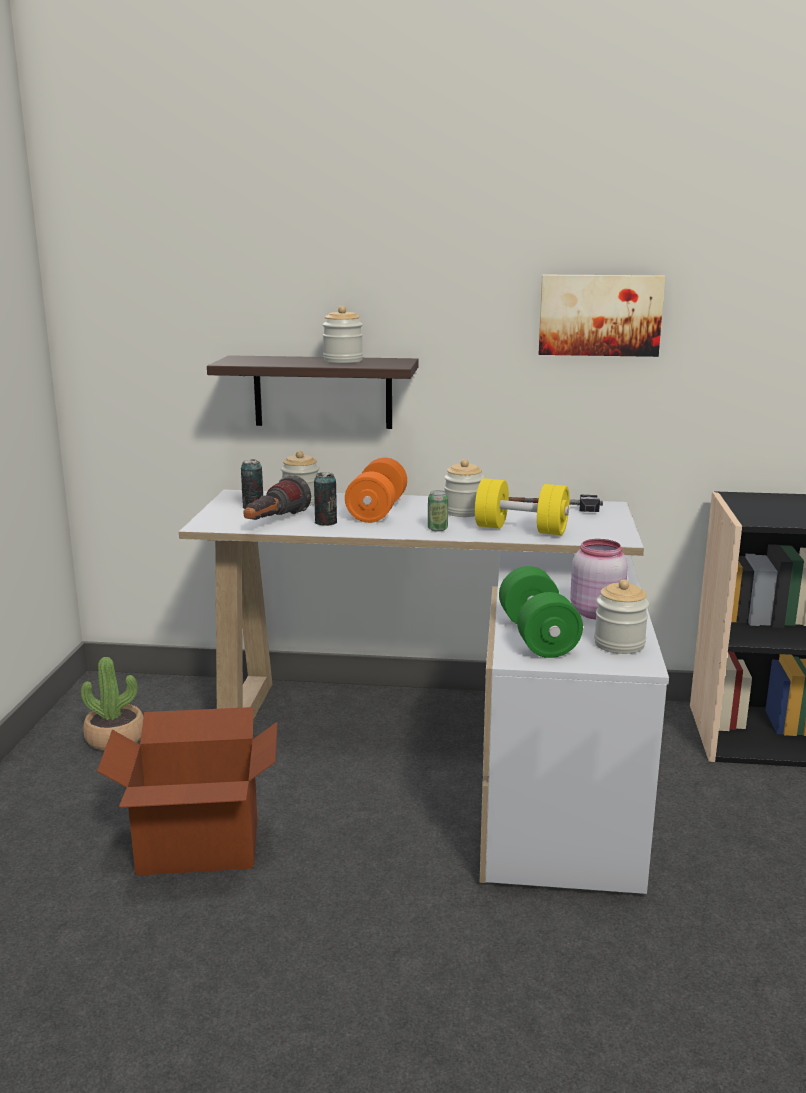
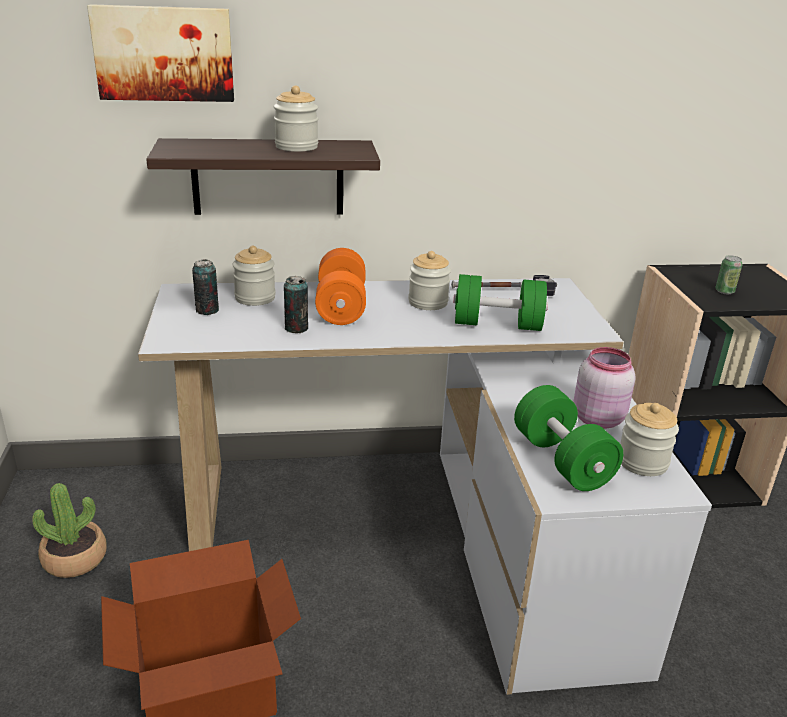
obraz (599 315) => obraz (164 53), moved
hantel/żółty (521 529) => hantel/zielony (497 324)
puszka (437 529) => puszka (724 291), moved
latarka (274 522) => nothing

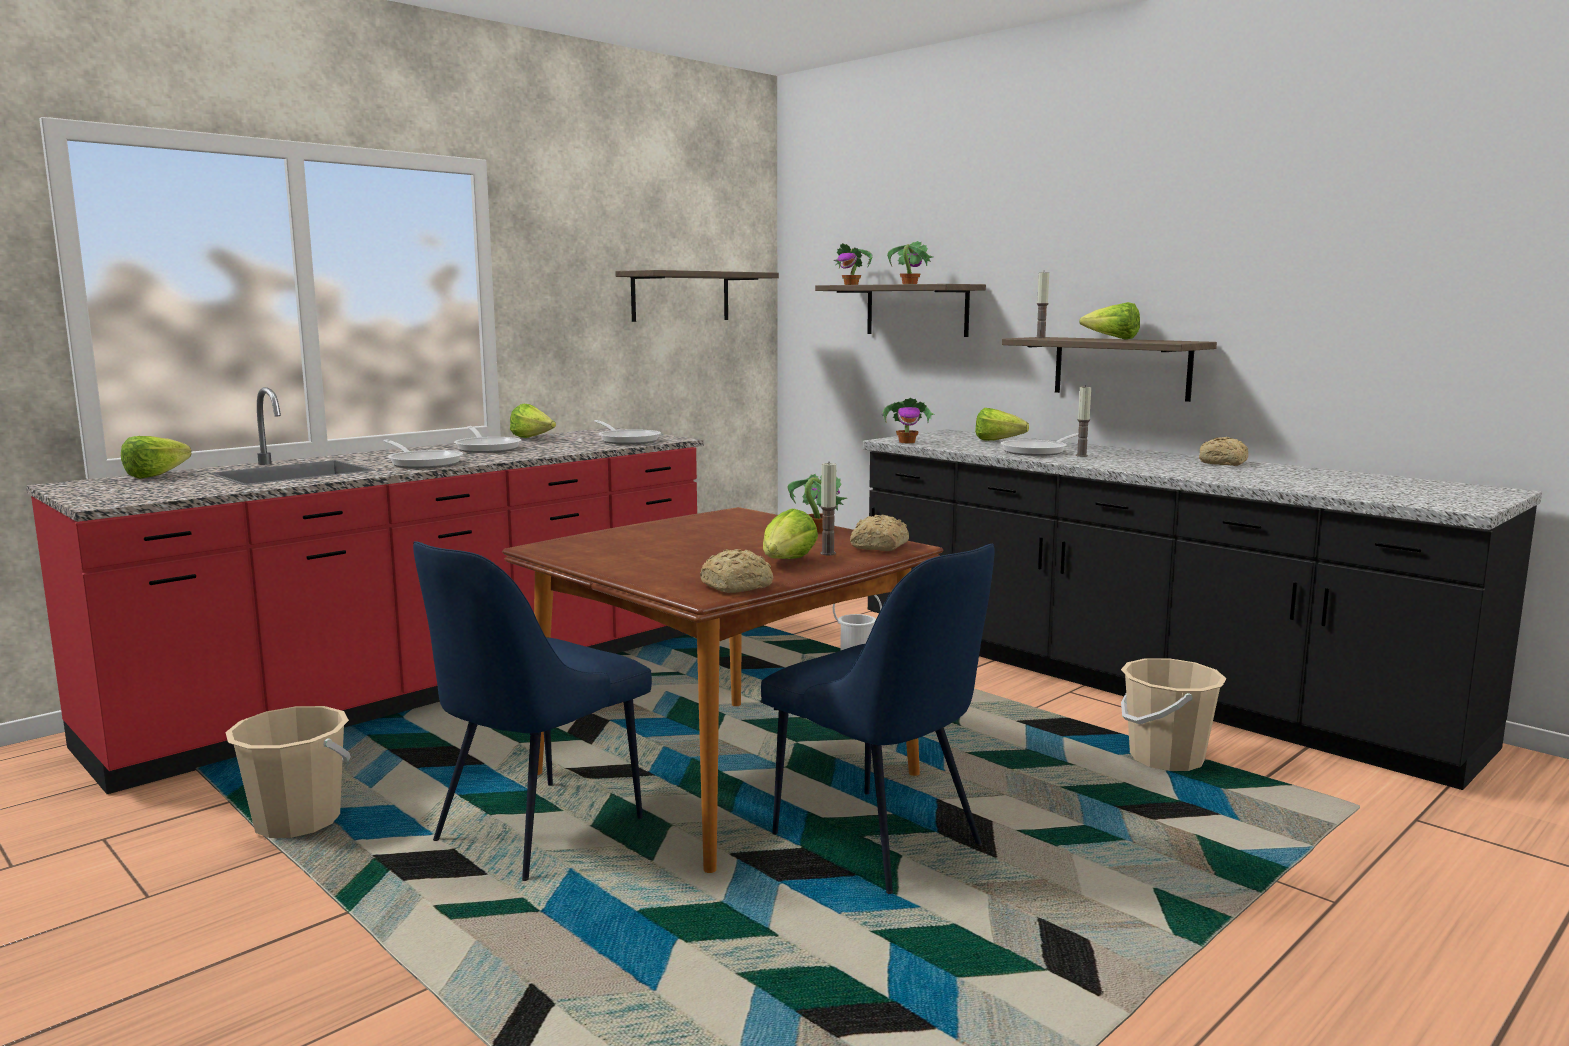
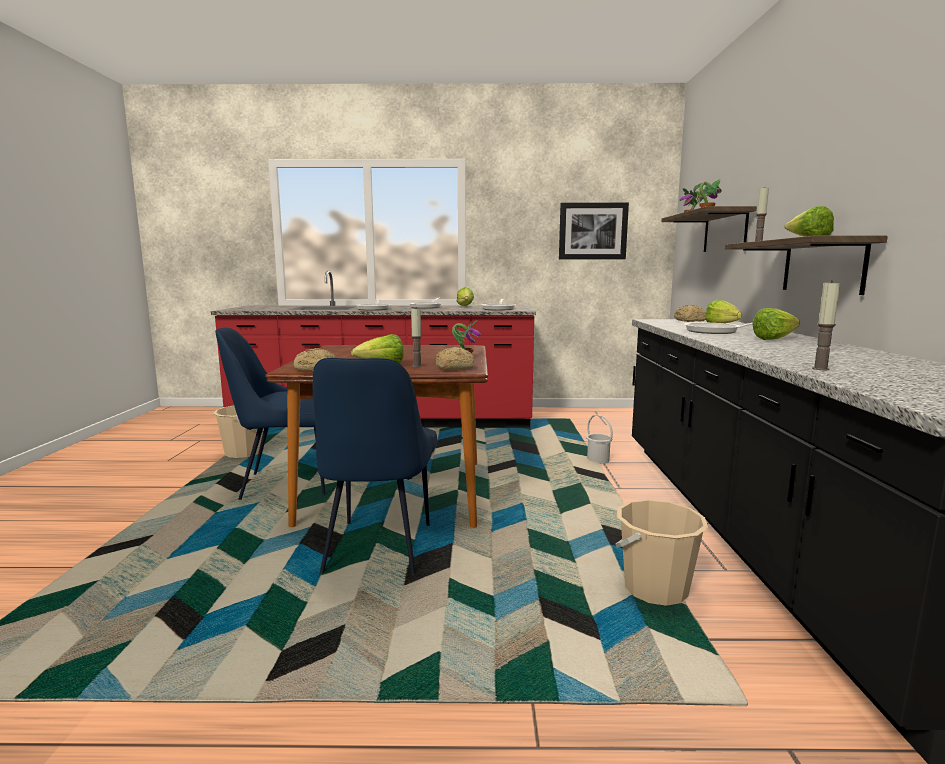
półka (680 296) => obraz (592 231)
chleb (1224 463) => chleb (690 321), moved
sałata (162 475) => sałata (778 339), moved
świeca (1081 455) => świeca (820 369), moved
roślina doniczkowa (907 442) => nothing

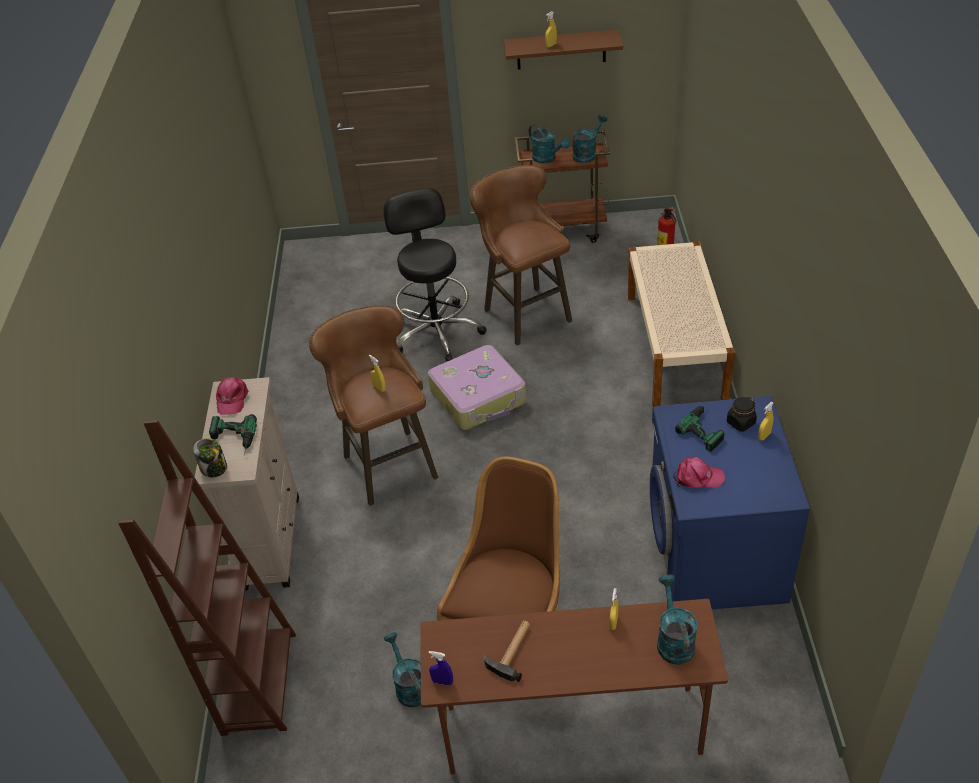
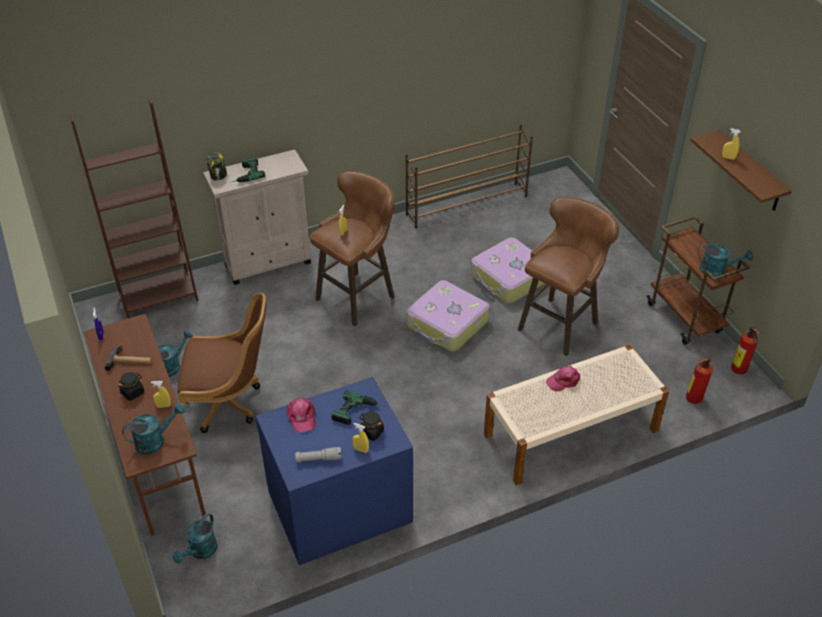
nothing => słoik/czarny (133 392)
konewka/turkusowy (547 158) => konewka/turkusowy (200 551), moved
nothing => latarka/szary (318 459)
nothing => regał na buty/brązowy (467 205)
stołek/czarny (436 331) => walizka (509 279)
czapka z daszkiem/różowy (232 399) => czapka z daszkiem/różowy (564 380), moved
nothing => gaśnica (739 371)

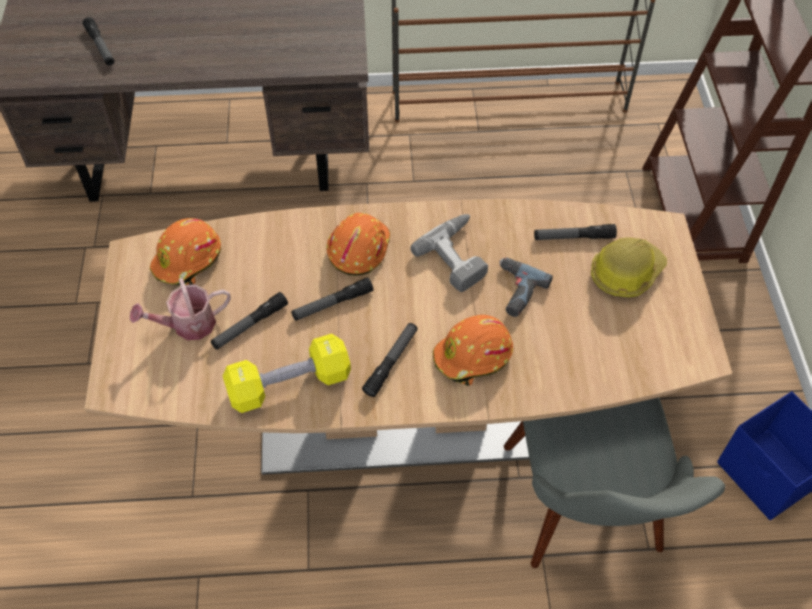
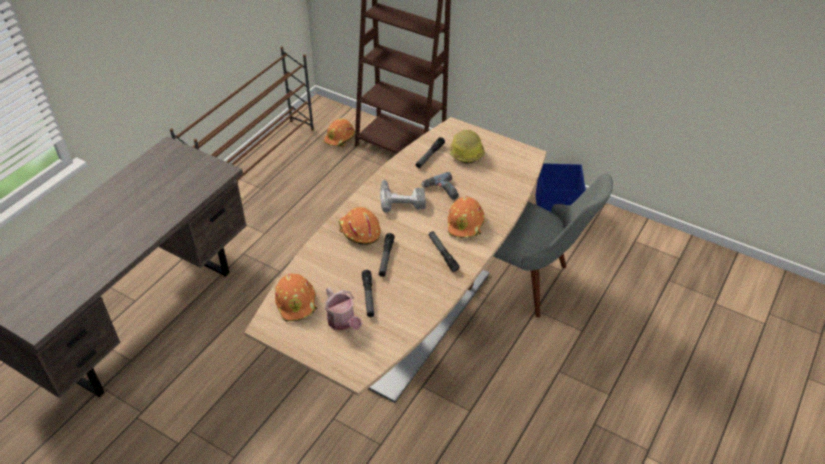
nothing => kask/pomarańczowy (340 138)
konewka (187 325) => konewka (343 322), 45 degrees counterclockwise
latarka (100 46) => nothing
hantel/żółty (289 384) => nothing

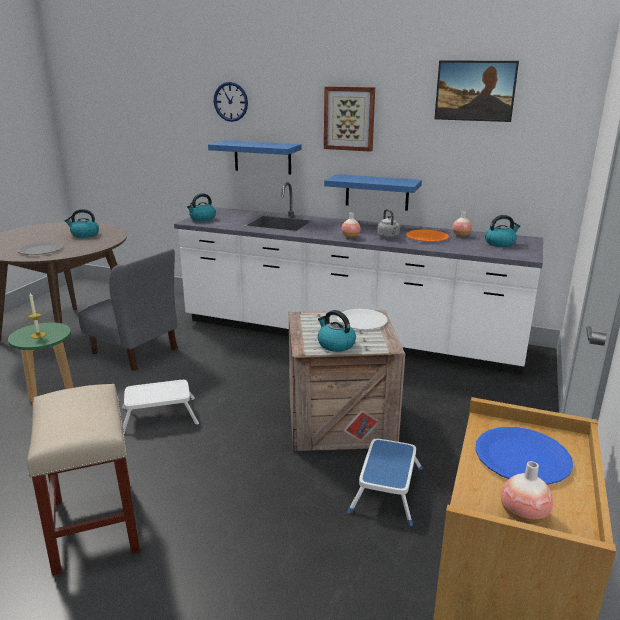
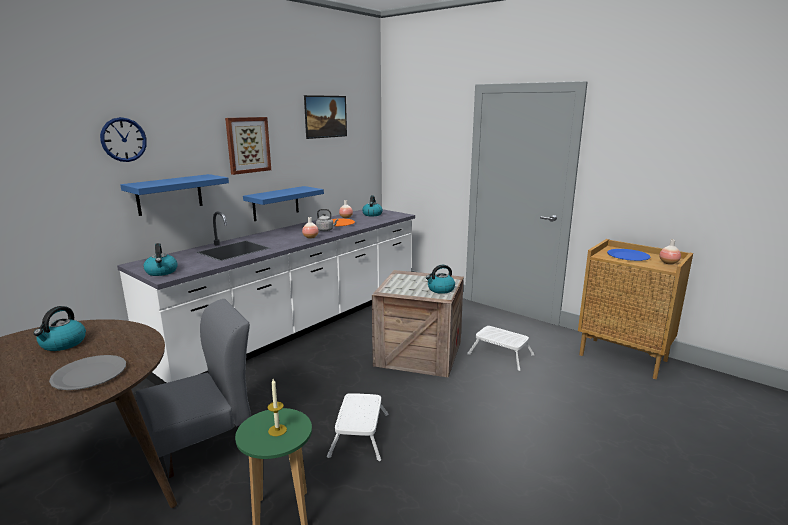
drabinka/niebieski (386 489) => drabinka/biały (500 354)
stołek/beżowy (95 526) => nothing
talerz/biały (362 321) => nothing

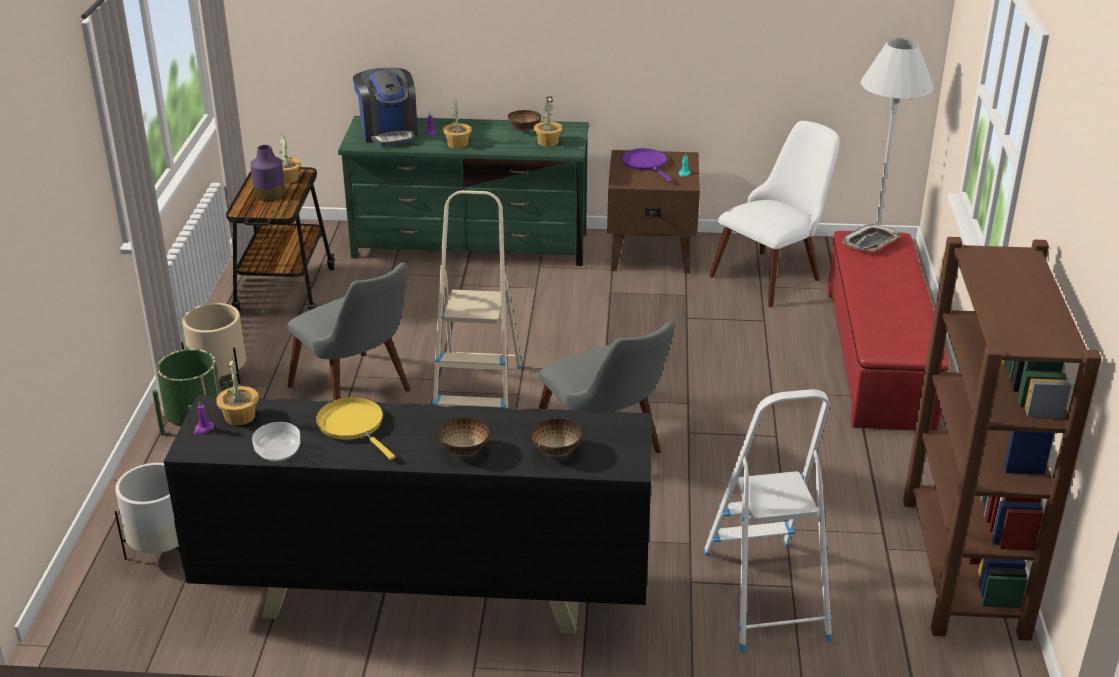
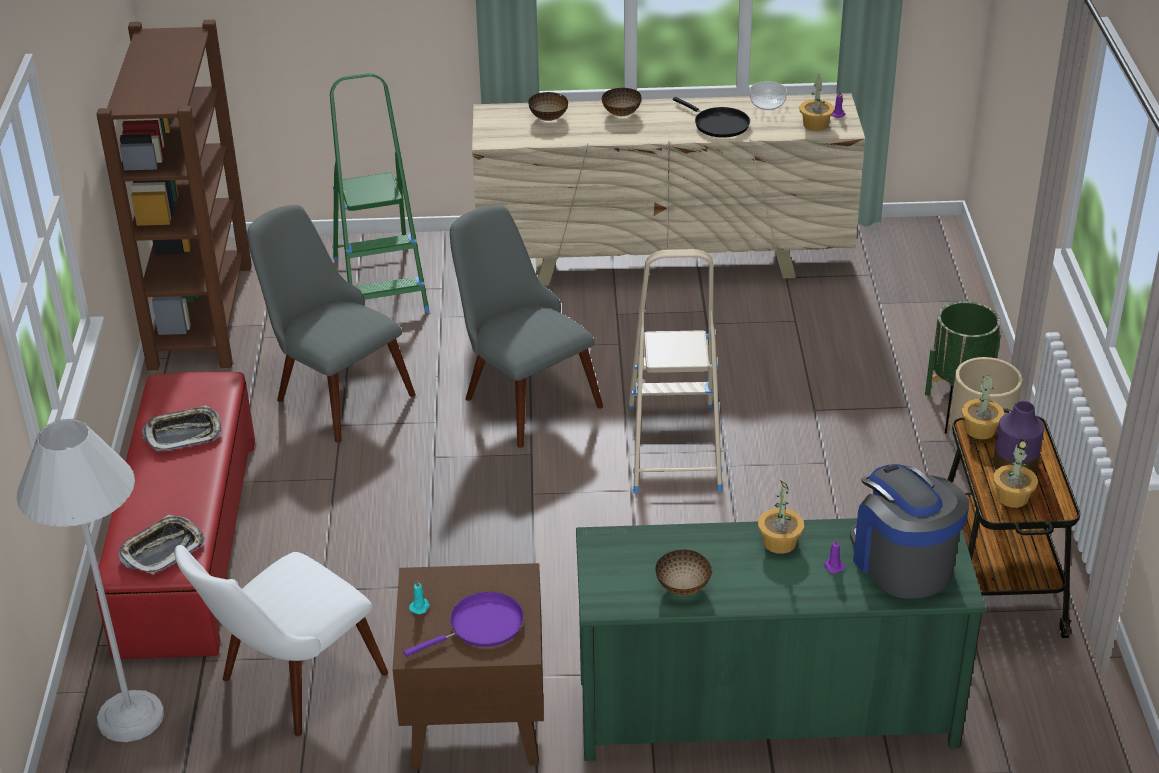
nothing => taca (183 433)
krzesło/szary (359 394) => krzesło/szary (333 391), moved
drabinka/biały (764 592) => drabinka/zielony (380 284)
patelnia/fioletowy (646 164) => patelnia/fioletowy (481 626), 90 degrees counterclockwise
szafka/czarny (422 595) => szafka/beżowy (665 263)
patelnia/żółty (353 425) => patelnia/czarny (718 124)
roślina doniczkowa (548 142) => roślina doniczkowa (980 430), moved
donica/biały (163 552) => nothing

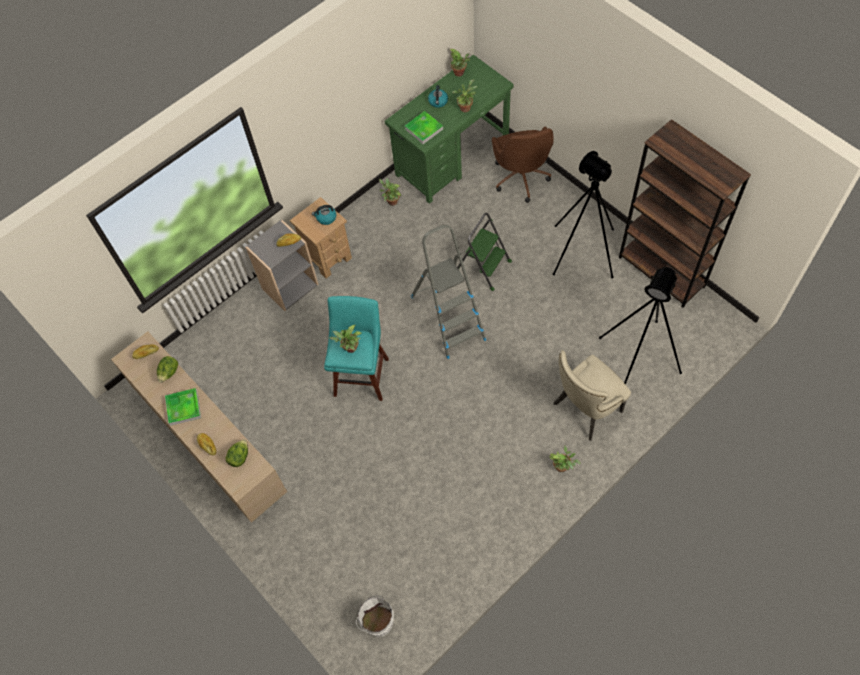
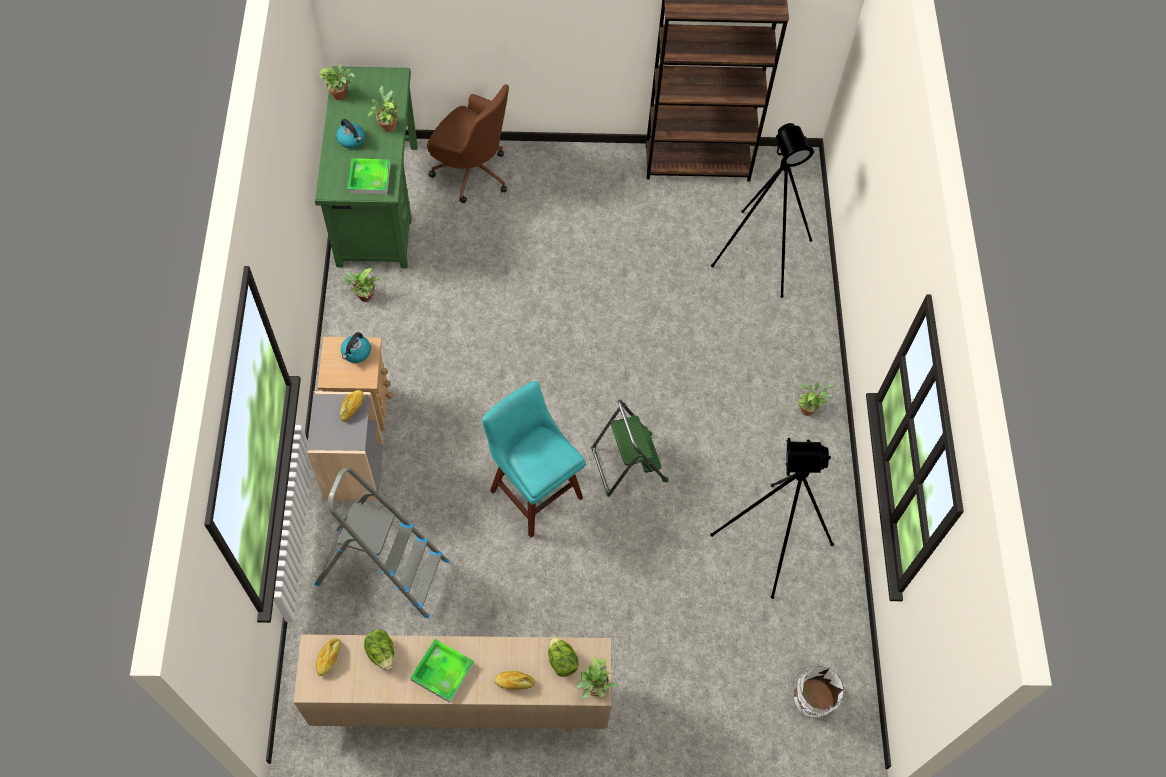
drabinka/szary (448 318) => drabinka/szary (383 572), moved
roślina doniczkowa (349 348) => roślina doniczkowa (594 689), moved
drabinka/zielony (481 265) => drabinka/zielony (626 464), moved
lampa stojąca/czarny (583 251) => lampa stojąca/czarny (771 540), moved
krzesło/beżowy (586 409) => nothing

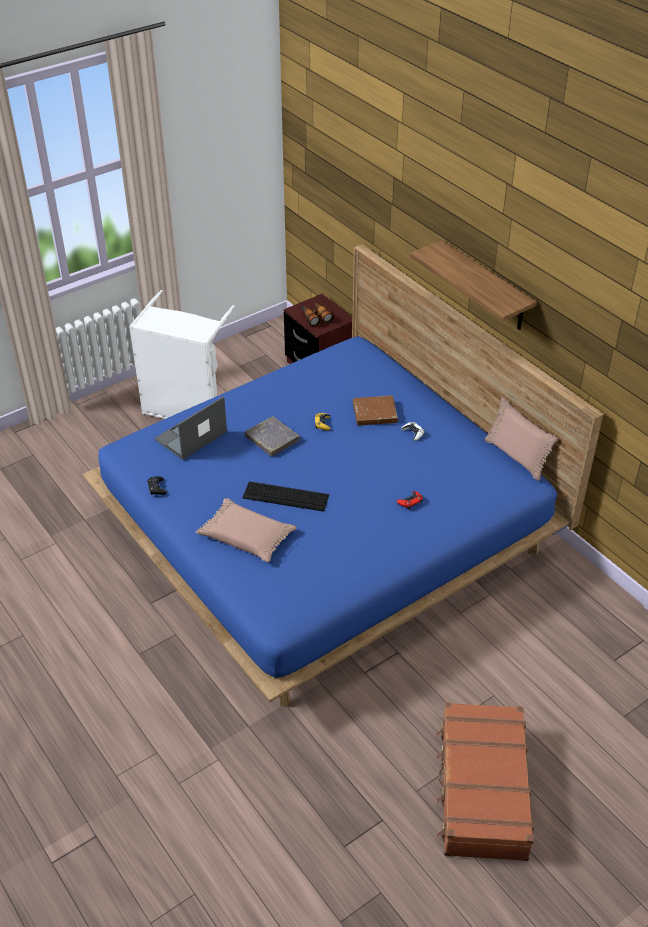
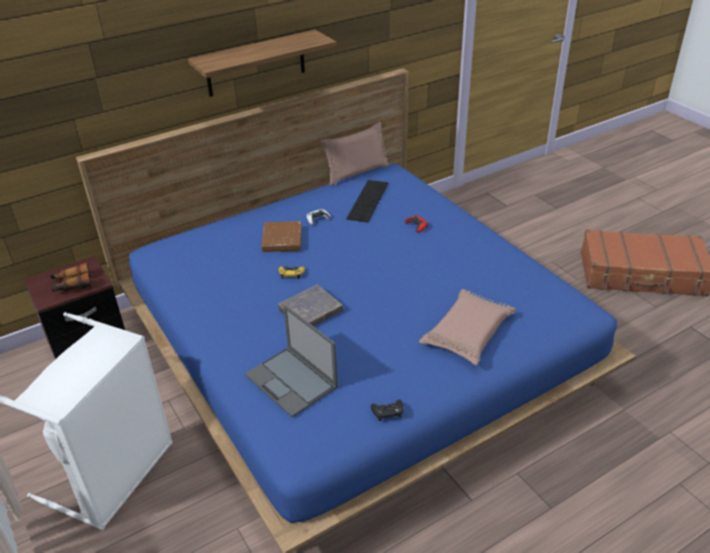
klawiatura (286 496) => klawiatura (368 200), moved

